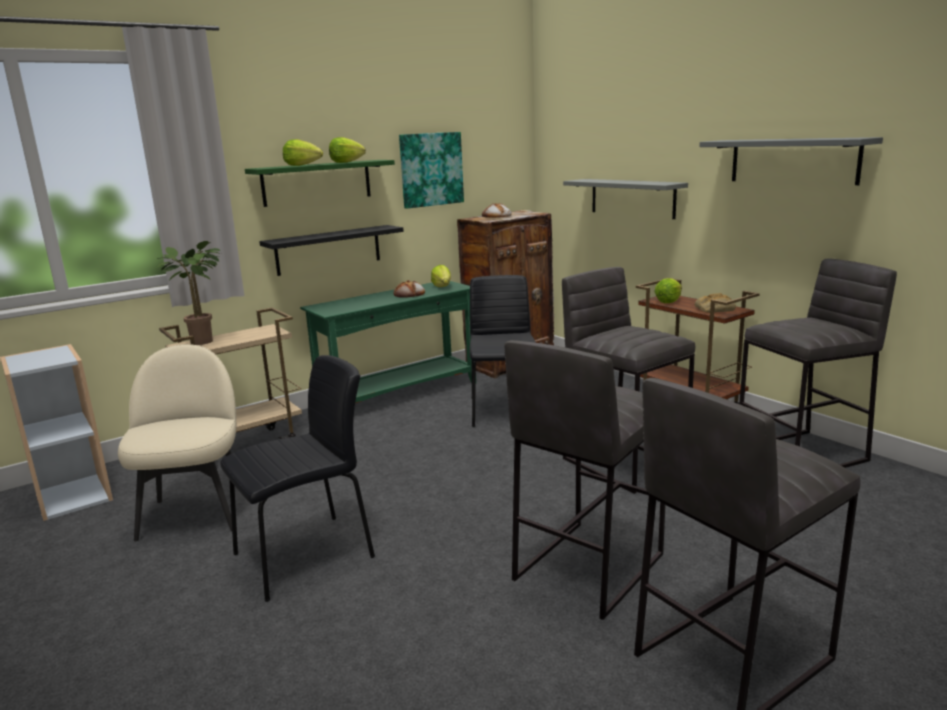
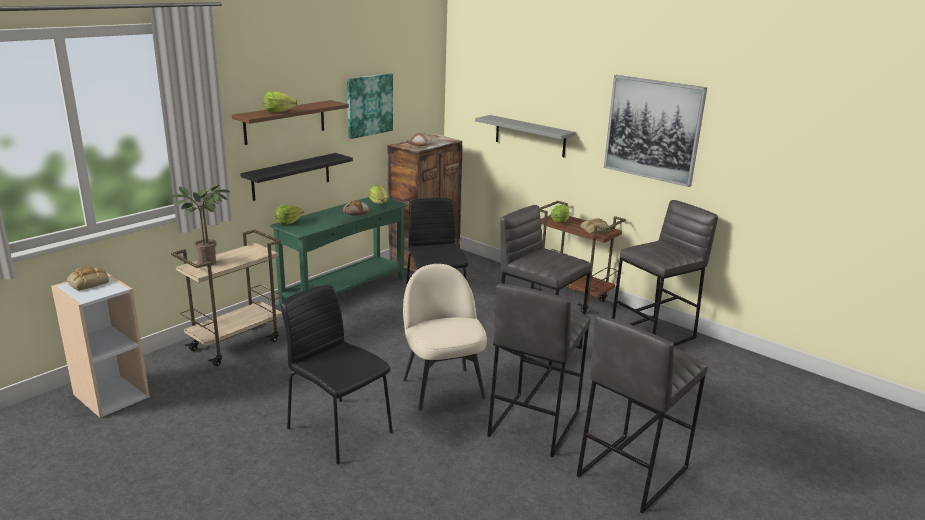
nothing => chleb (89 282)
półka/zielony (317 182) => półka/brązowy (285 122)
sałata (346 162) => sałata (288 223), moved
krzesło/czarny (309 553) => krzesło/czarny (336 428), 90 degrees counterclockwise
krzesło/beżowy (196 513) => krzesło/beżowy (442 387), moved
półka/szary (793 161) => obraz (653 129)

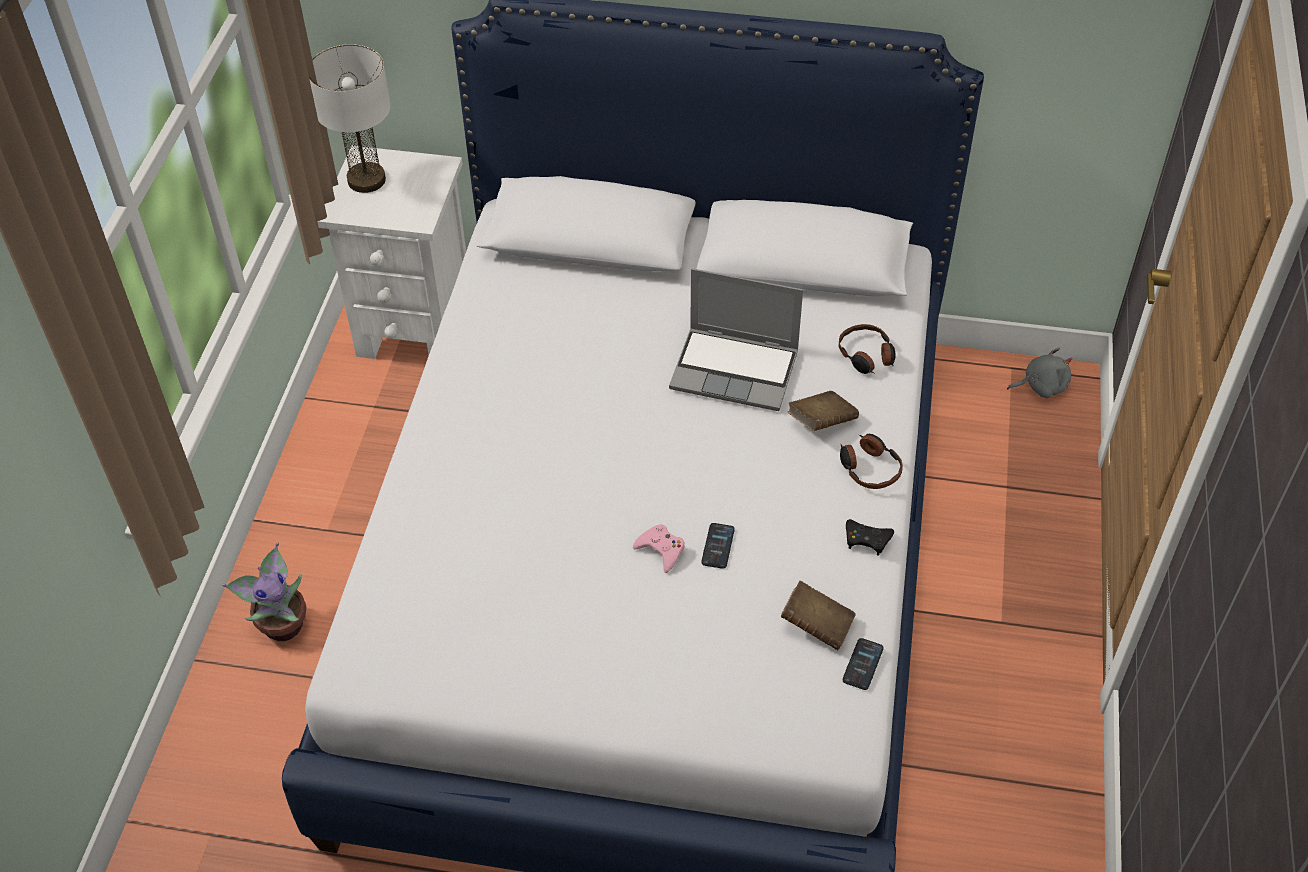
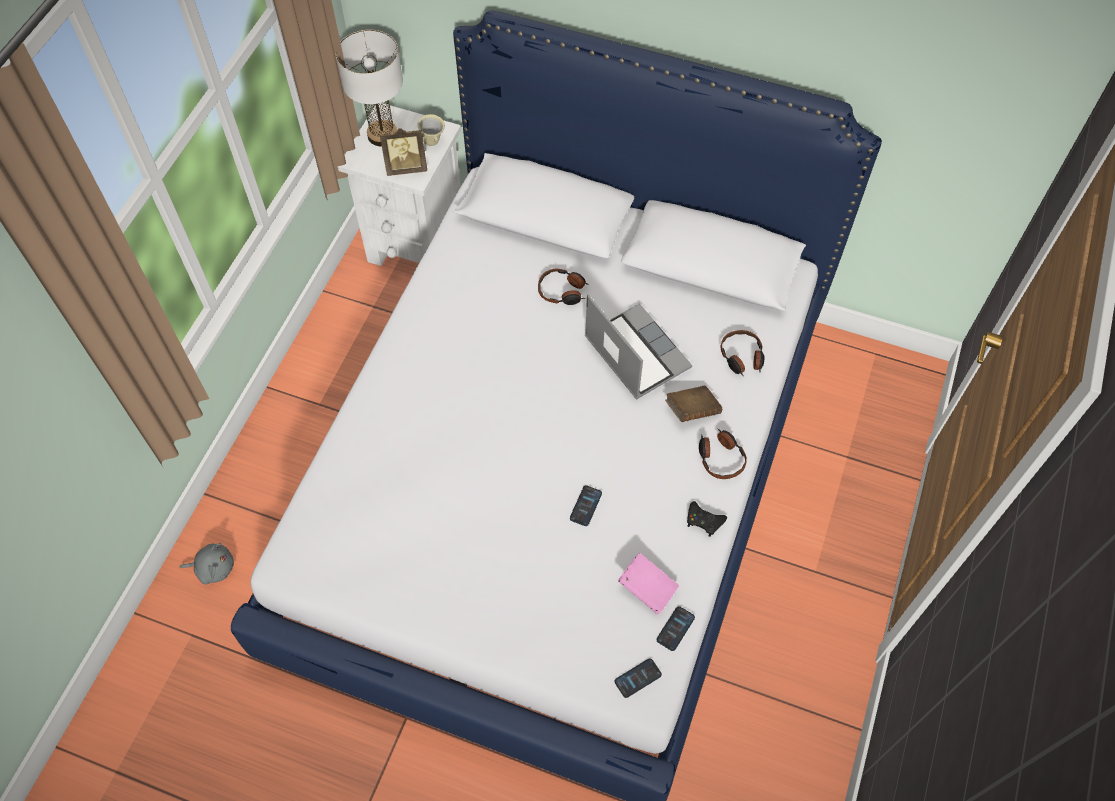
pluszak/szary (1041 386) => pluszak/szary (213 568), moved
nothing => ramka na zdjęcie (406 167)
nothing => kubek/beżowy (433 142)
nothing => słuchawki (563 291)
laptop (736 370) => laptop (635 353), 150 degrees counterclockwise
nothing => telefon (638 678)
książka/brązowy (817 625) => książka/różowy (647 588)
roślina doniczkowa (282 624) => nothing
pad do gier/różowy (661 550) => nothing

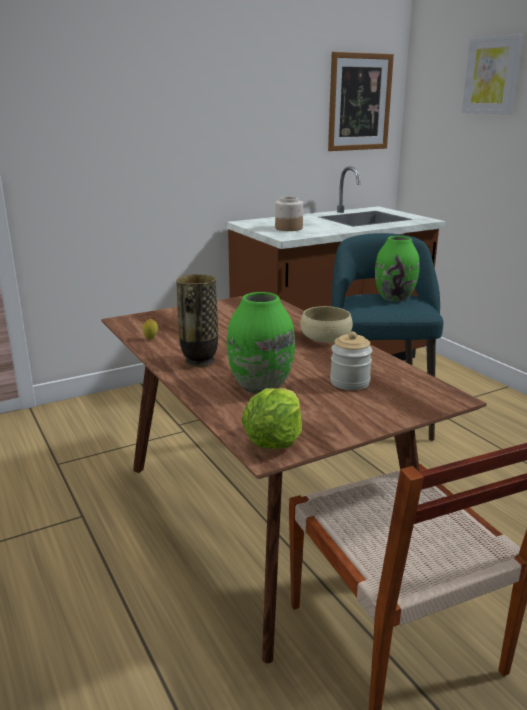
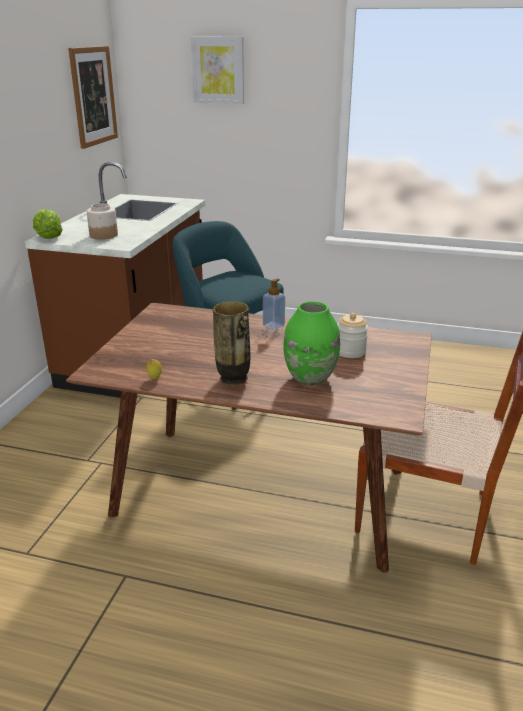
sałata (274 441) => sałata (48 237), moved
miska/beżowy (325 338) => dozownik mydła (273 326)
wazon/zielony (394 297) => nothing

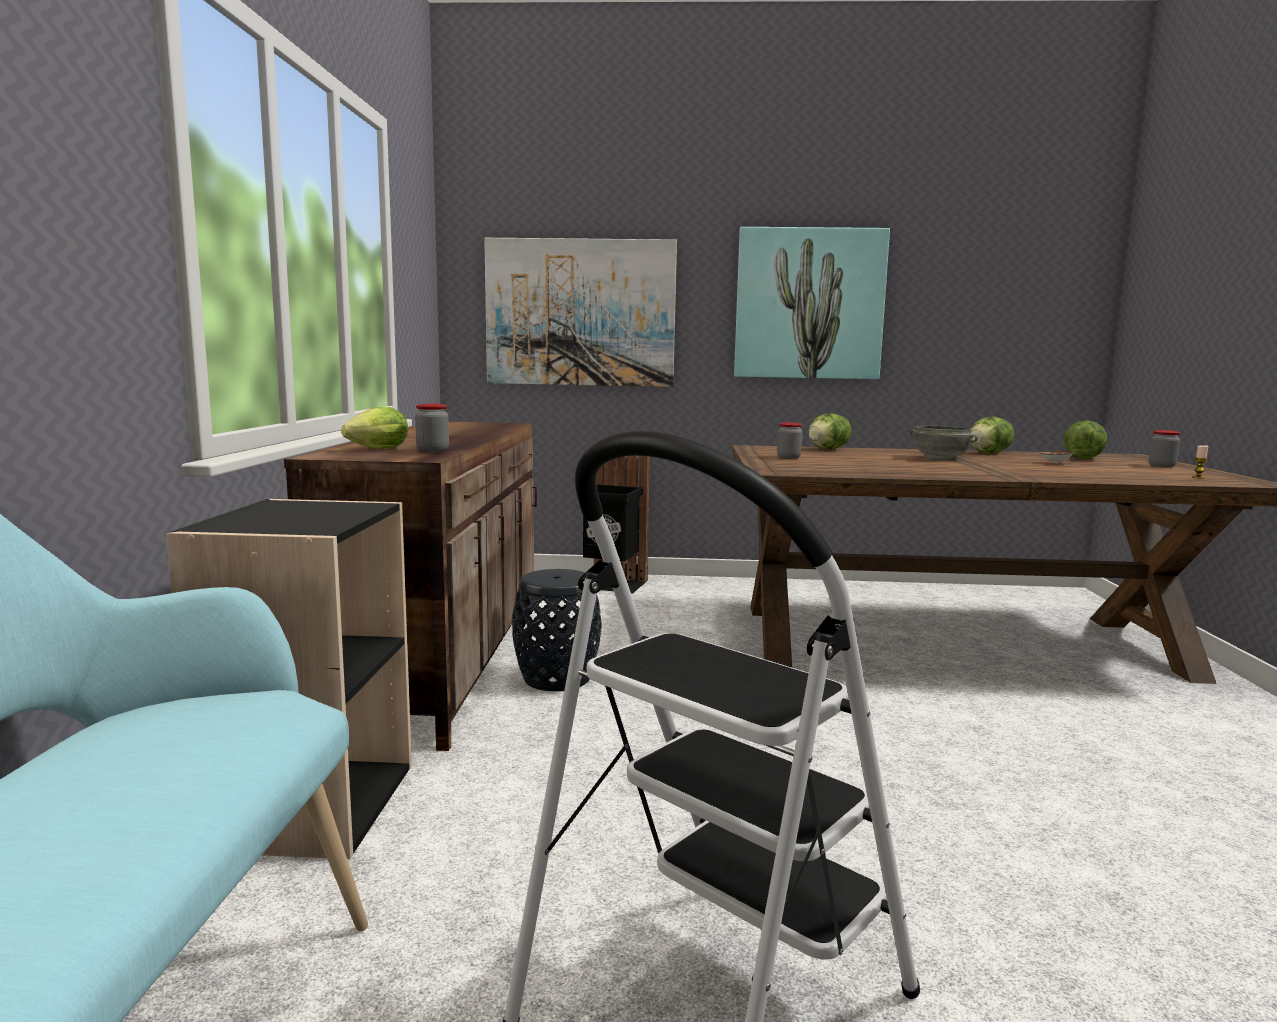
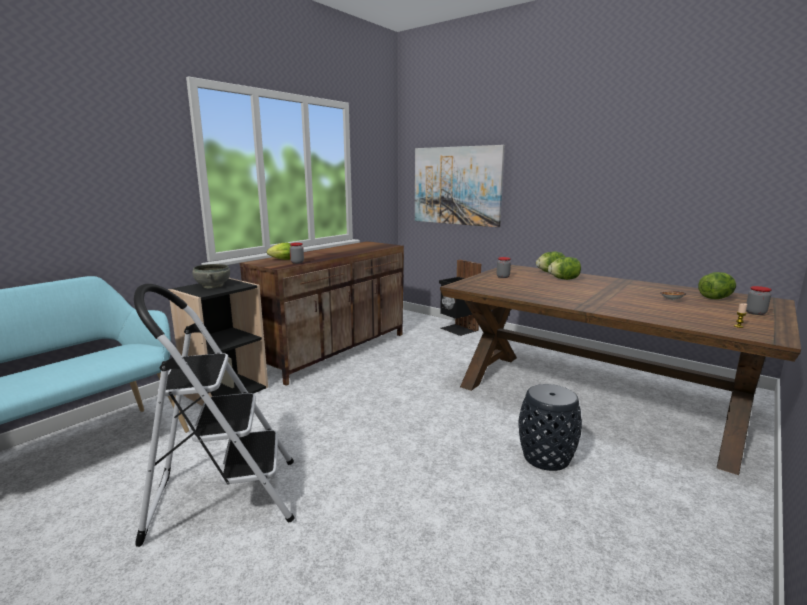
miska/szary (939 459) => miska/szary (212 286), moved
stołek/czarny (556 678) => stołek/czarny (546 457), moved
sałata (988 453) => sałata (564 279), moved
obraz (809 304) => nothing

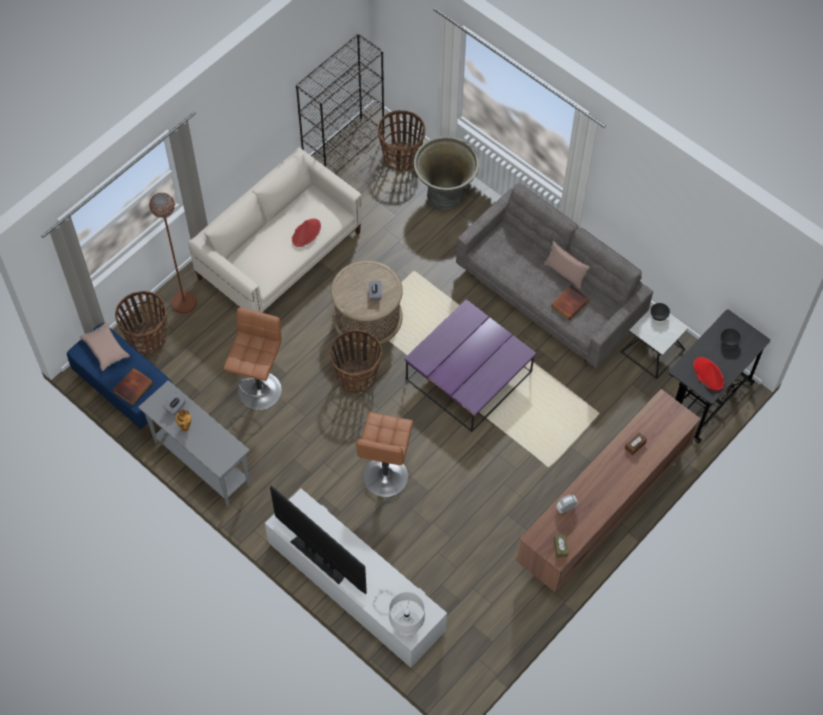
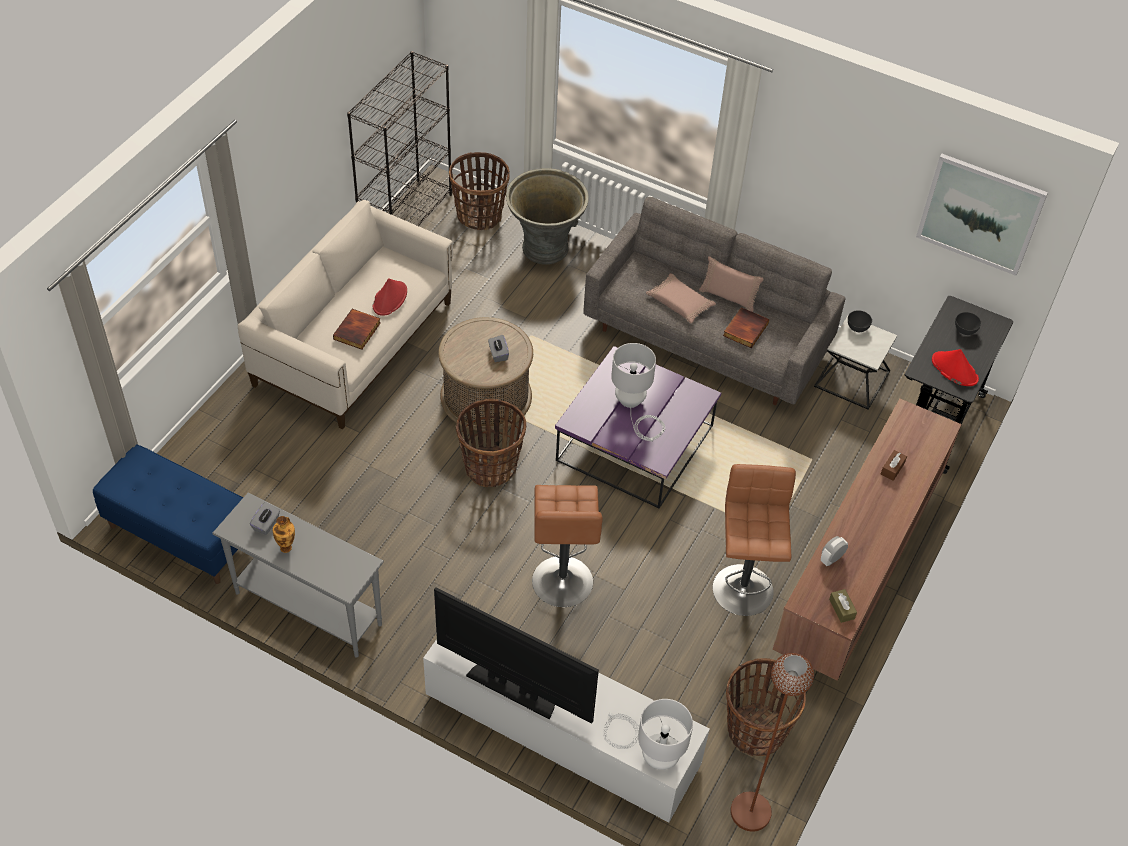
książka (133 388) => książka (357 331), moved
nothing => lampa stołowa/biały (637 411)
poduszka/beżowy (105 348) => poduszka/beżowy (680 302), moved
stołek/brązowy (260 390) => stołek/brązowy (743 589), moved
koszyk (147 338) => koszyk (755 730), moved
lampa stojąca/brązowy (184 302) => lampa stojąca/brązowy (750 812), moved
nothing => obraz (980 214)

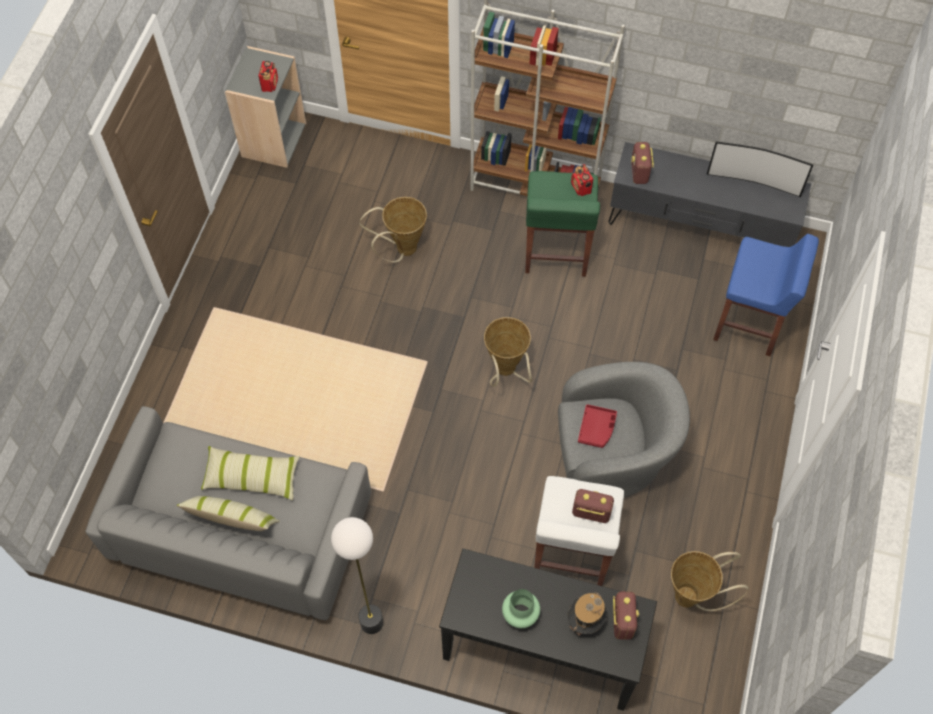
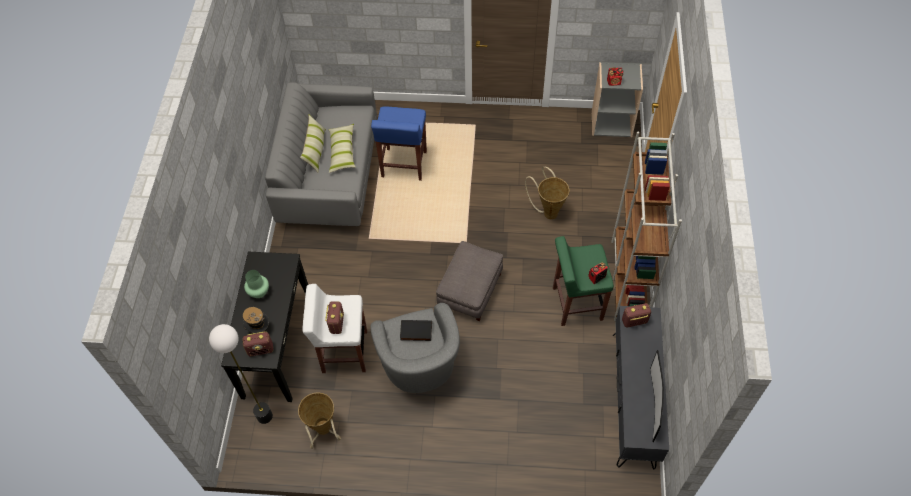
lampa stojąca (371 622) => lampa stojąca (264 416), moved
stołek/niebieski (749 323) => stołek/niebieski (404 165), moved
taca/czerwony (597 429) => książka/czarny (415 332)
koszyk (506 372) => pufa/szary (469 290)

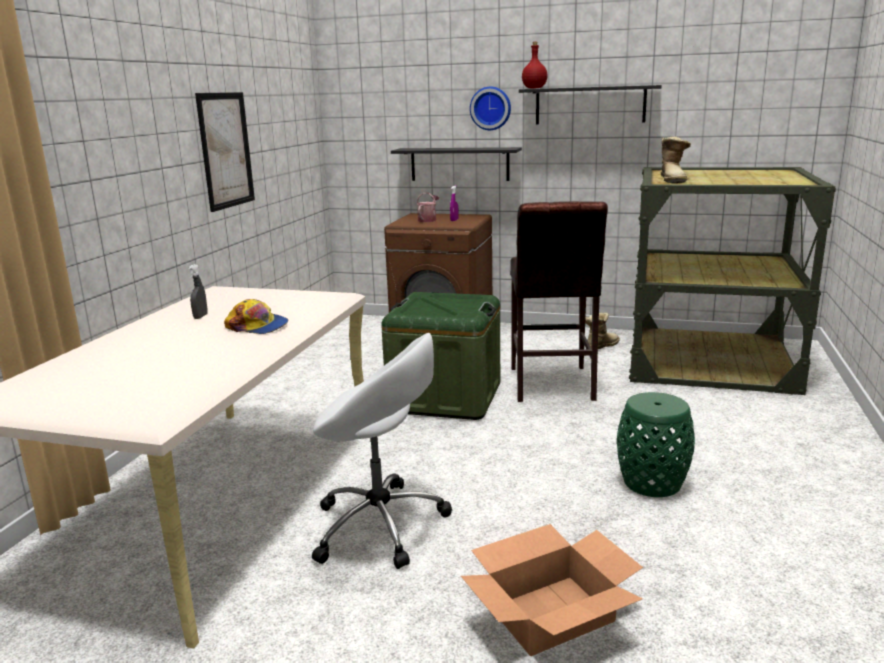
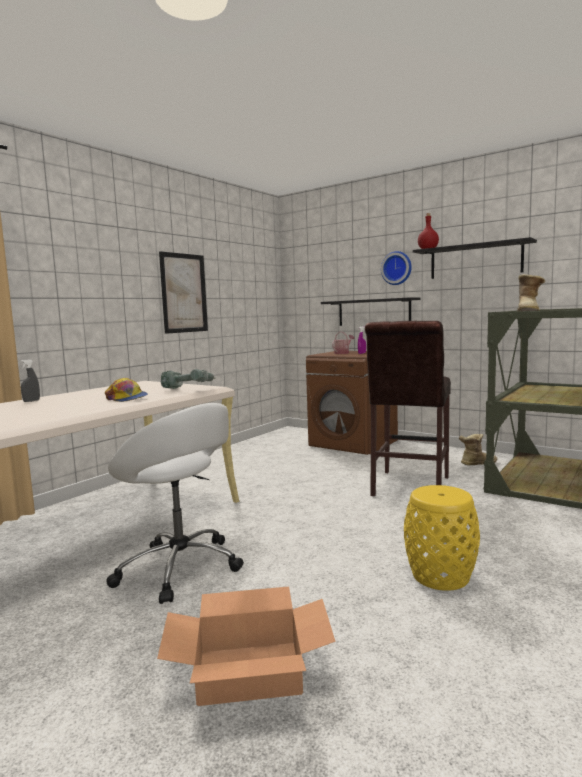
spryskiwacz/szary (200 316) => spryskiwacz/szary (31 401), moved
nothing => wiertarka (189 389)
stołek/zielony (652 483) => stołek/żółty (440 576)
pojemnik do przechowywania/zielony (445 397) => nothing

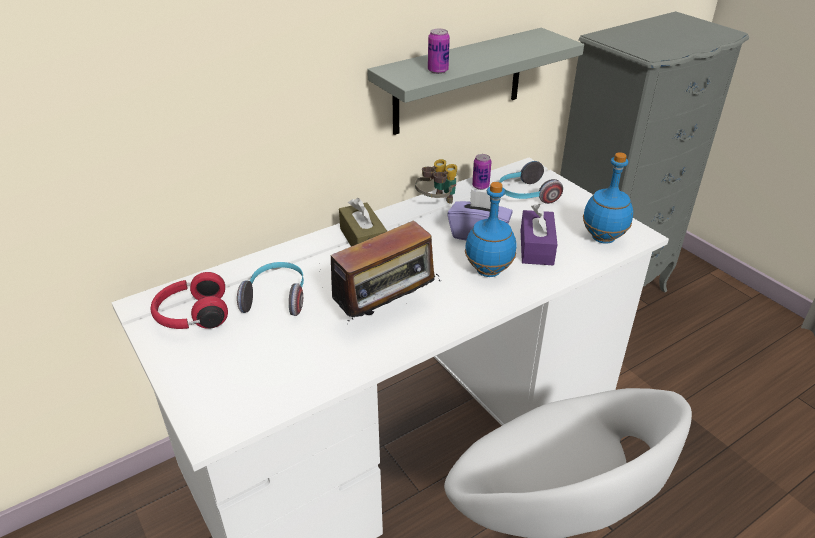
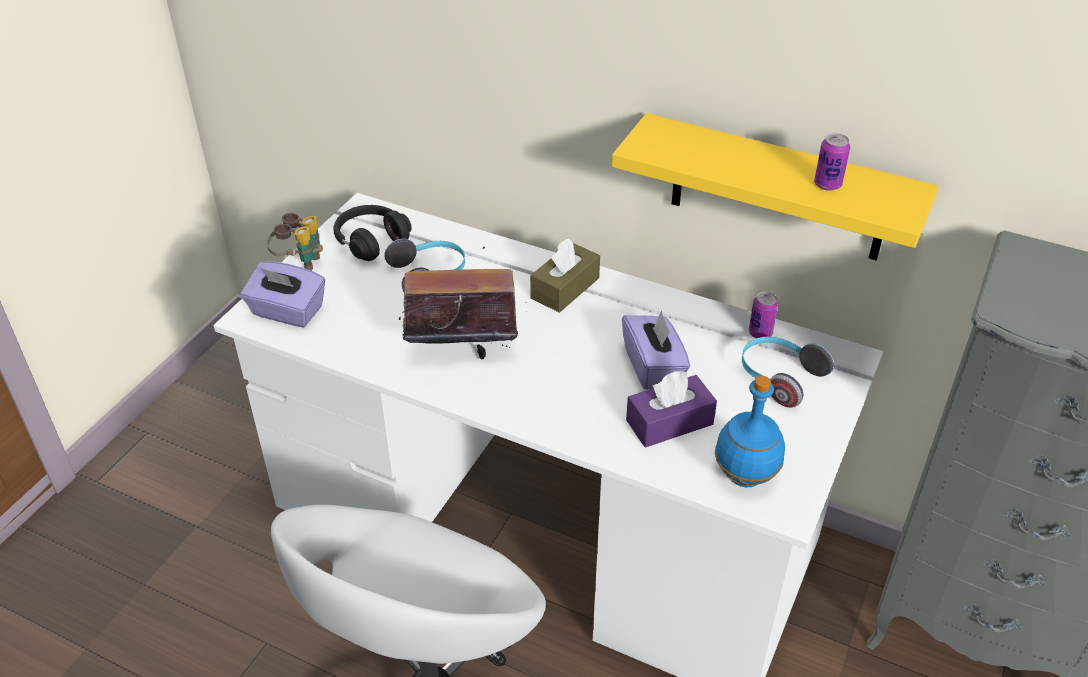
nothing => pudełko chusteczek/fioletowy (287 312)
lornetka (437 203) => lornetka (299 262), moved
słuchawki/czerwony (192 316) => słuchawki/czarny (370 241)
radio (386 312) => radio (461 351), 150 degrees clockwise
półka/szary (458 81) => półka/żółty (778 189)
puszka (438 71) => puszka (827 184), moved
butelka/niebieski (487 271) => nothing

